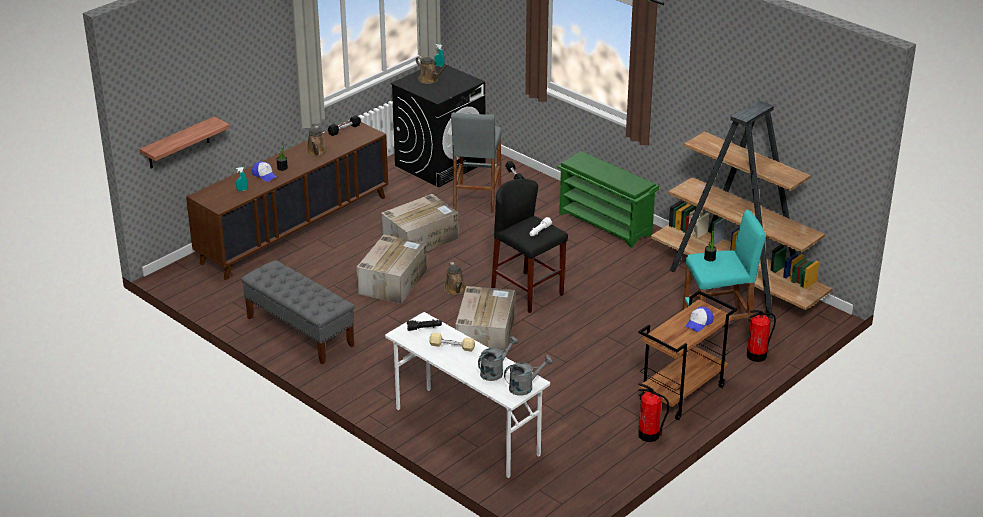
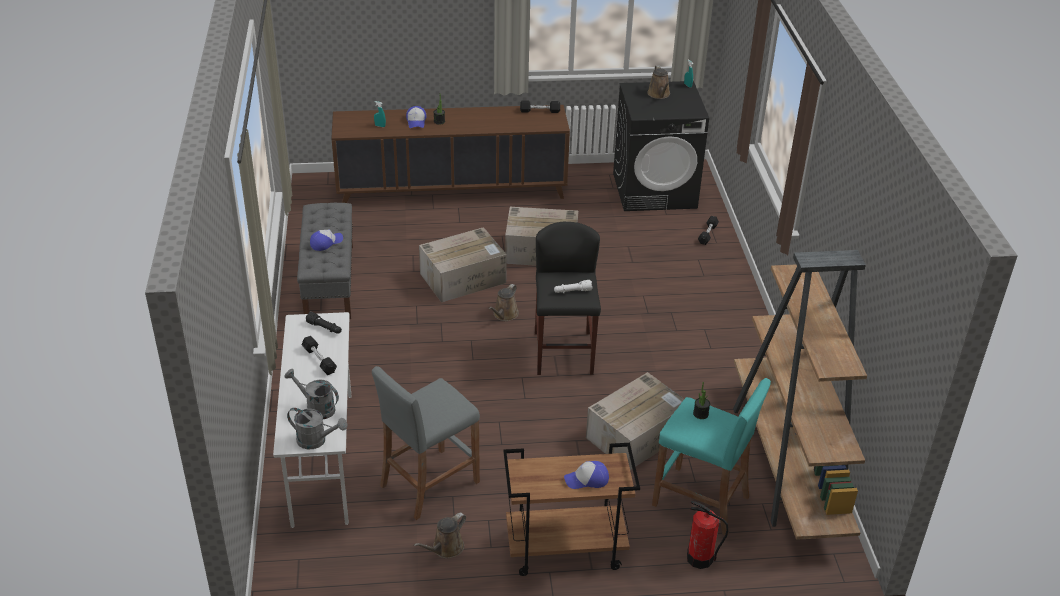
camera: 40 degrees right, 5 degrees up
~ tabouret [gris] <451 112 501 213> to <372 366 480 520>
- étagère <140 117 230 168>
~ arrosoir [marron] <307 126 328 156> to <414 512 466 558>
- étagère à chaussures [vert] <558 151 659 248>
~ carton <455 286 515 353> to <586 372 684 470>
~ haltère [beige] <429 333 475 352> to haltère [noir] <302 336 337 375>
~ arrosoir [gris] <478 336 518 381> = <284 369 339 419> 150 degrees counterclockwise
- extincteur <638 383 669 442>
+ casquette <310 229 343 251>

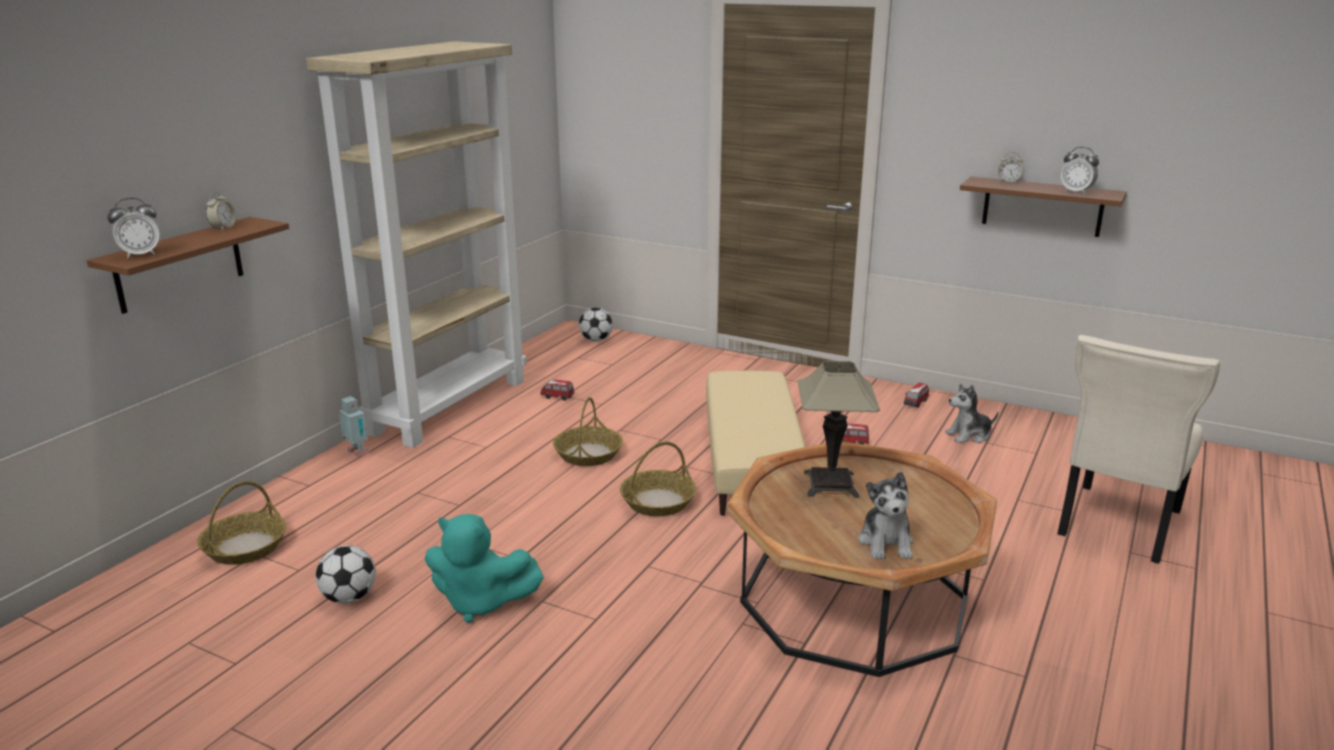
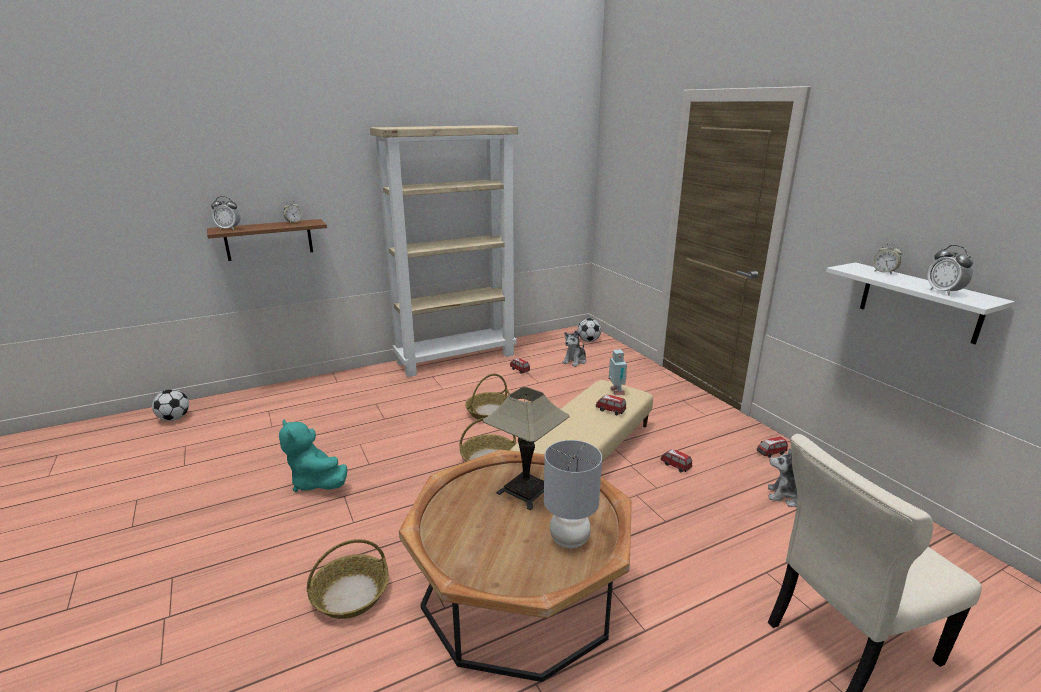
camera: 35 degrees right, 0 degrees up
~ étagère [marron] <960 177 1127 237> to étagère [blanc] <826 262 1015 344>
~ robot jouet <339 396 369 457> to <608 349 627 395>
~ peluche <859 472 913 559> to <562 330 586 367>
~ panier <197 481 286 565> to <307 539 389 619>
~ ballon de foot <316 545 376 604> to <152 389 189 421>
+ petite voiture <596 395 626 415>
+ lampe de table [gris] <544 440 602 548>

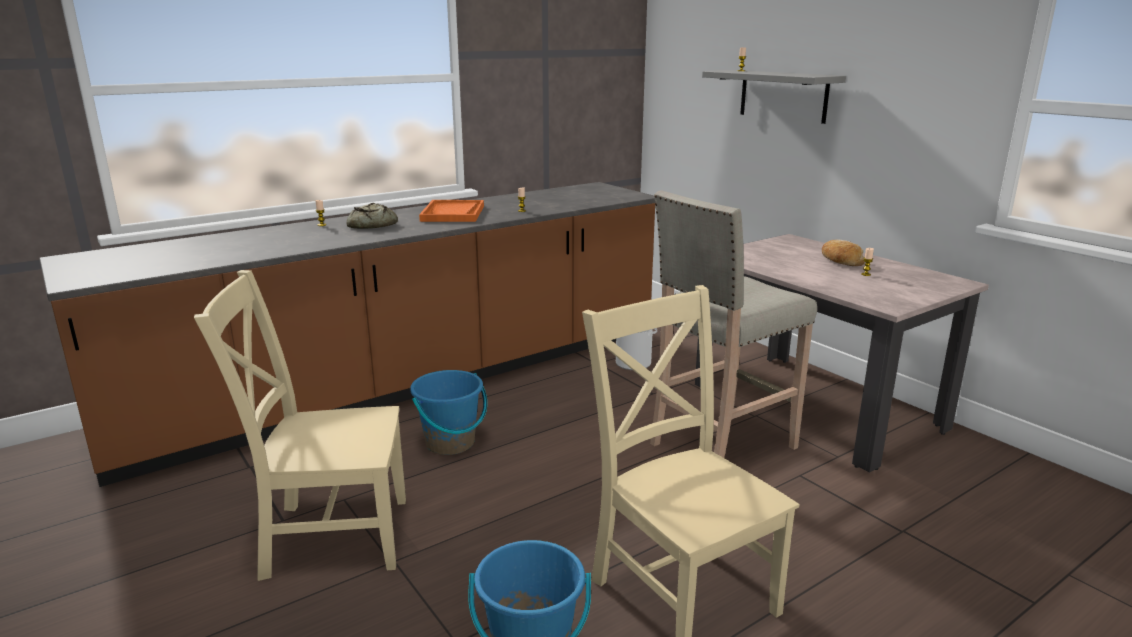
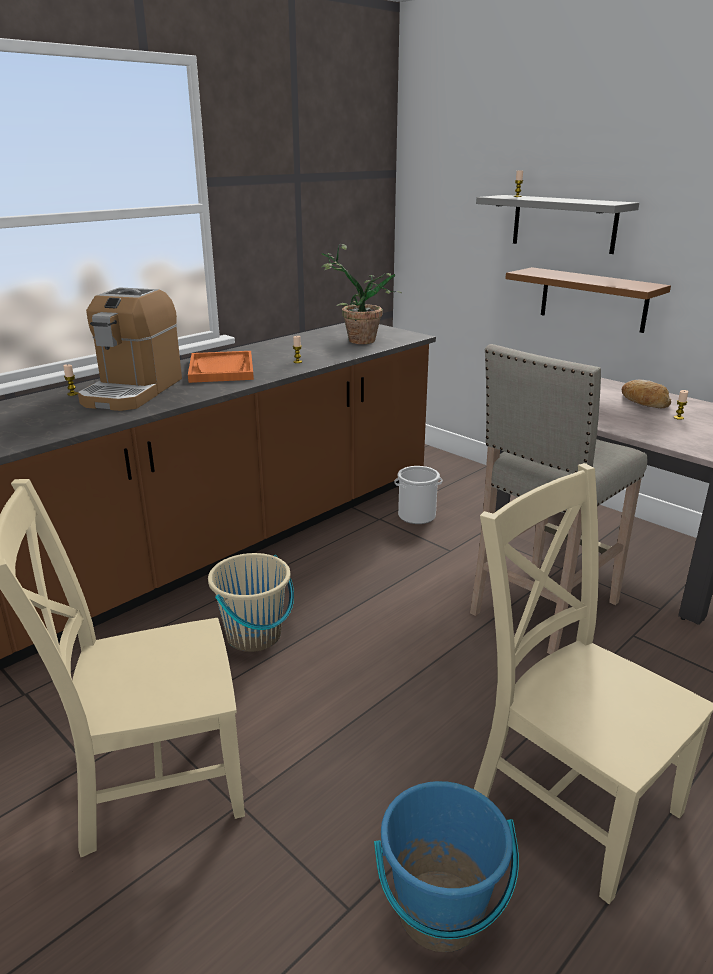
camera: 10 degrees left, 5 degrees up
~ pain <346 203 398 229> to machine à café <78 287 182 411>
~ seau [bleu] <410 370 487 455> to seau [beige] <208 553 294 652>
+ plante en pot <321 244 402 344>
+ étagère [marron] <505 267 671 333>

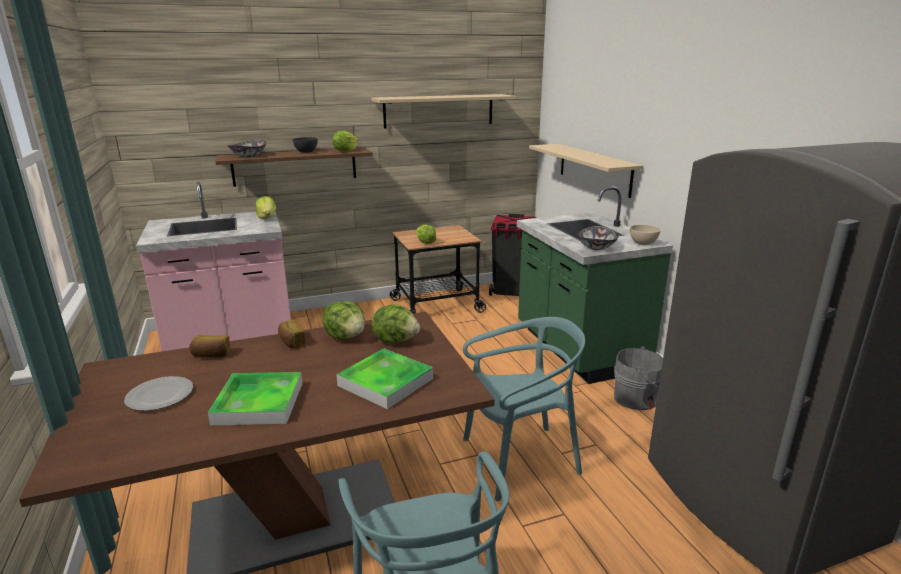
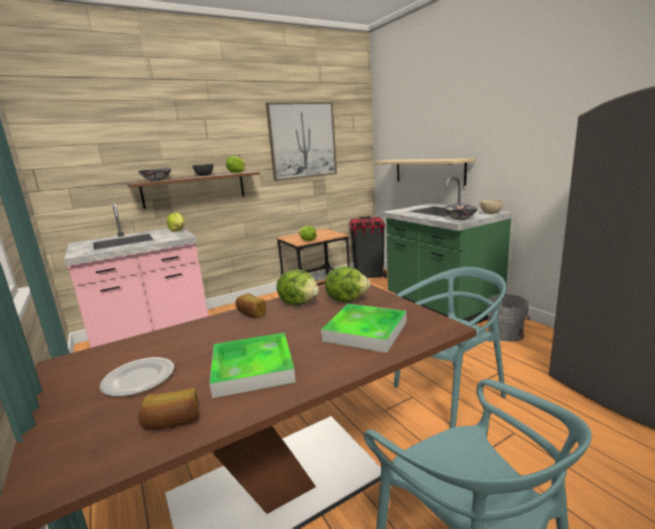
camera: 10 degrees left, 5 degrees down
~ étagère [beige] <371 94 516 129> to tableau <266 102 337 181>
~ pain <189 335 230 358> to <138 388 199 430>

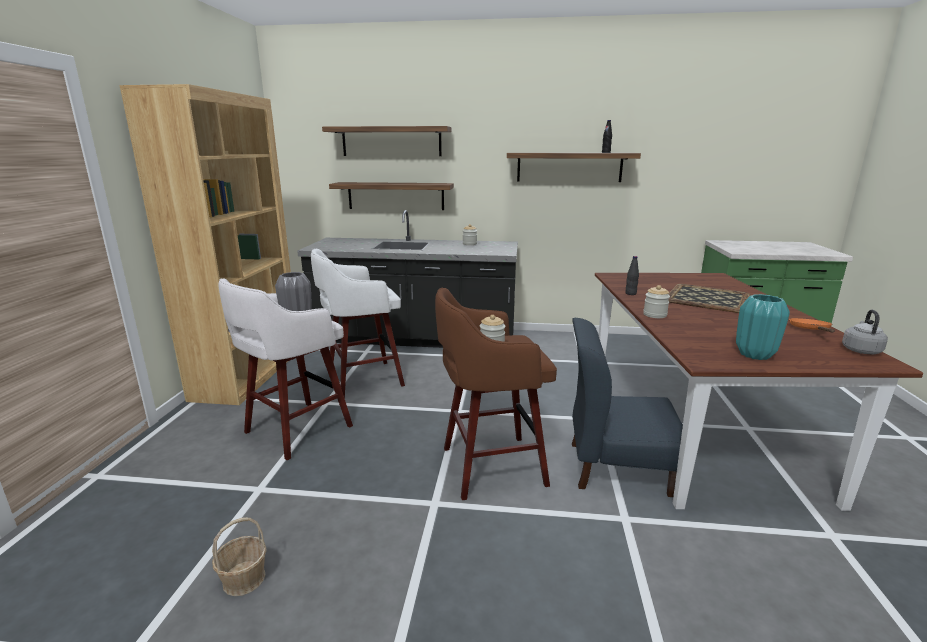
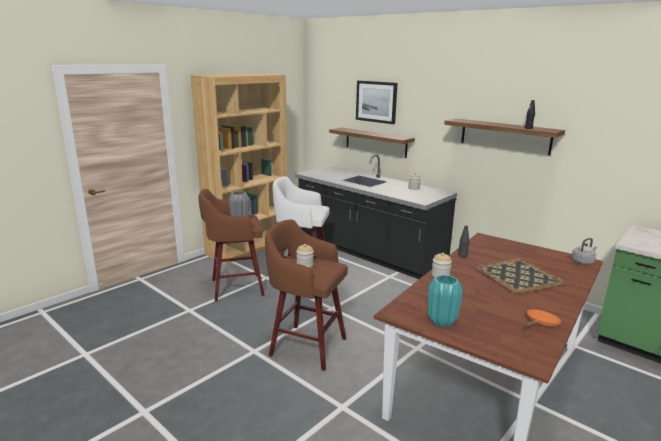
camera: 35 degrees right, 0 degrees up
~ étagère <322 126 451 156> to tableau <356 81 398 124>
~ tabouret [blanc] <218 279 353 460> to tabouret [marron] <198 189 265 301>
~ bouilloire [gris] <842 310 888 354> to <571 238 597 265>
- chaise [bleu] <572 318 683 497>
- panier <212 517 267 596>

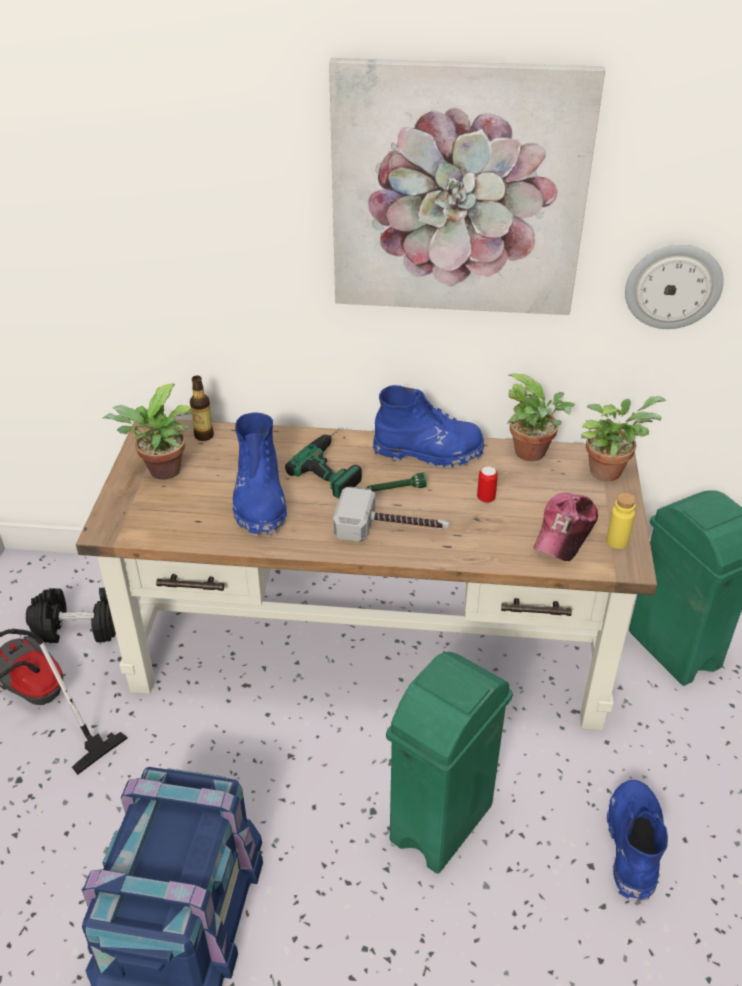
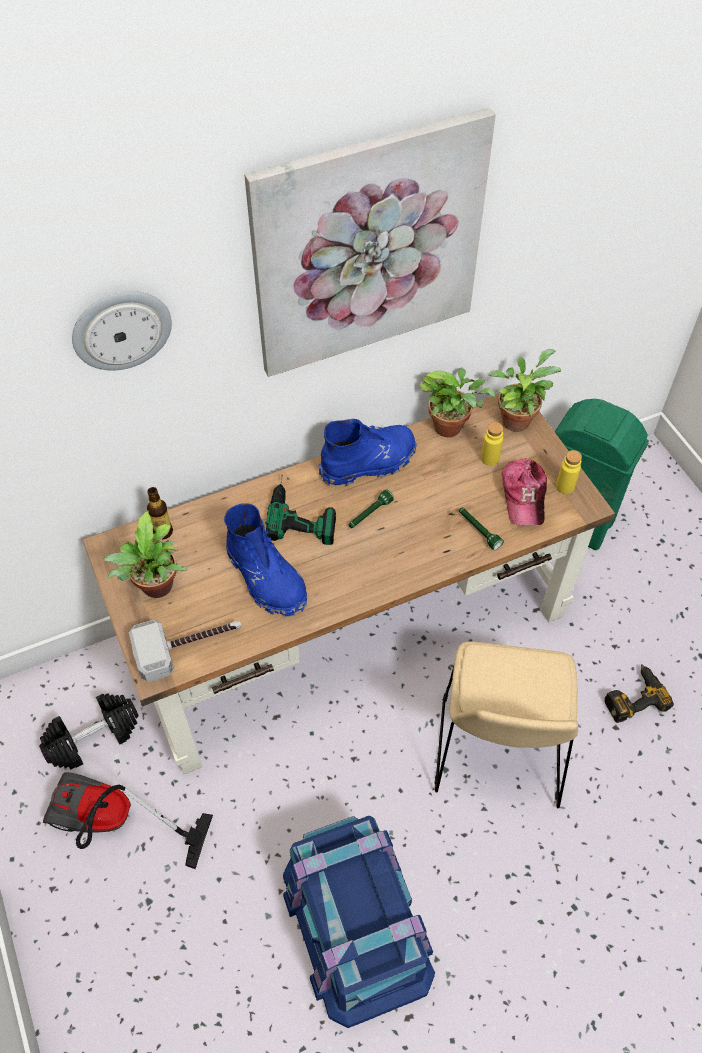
camera: 30 degrees left, 15 degrees up
~ horloge murale <625 245 724 329> to <72 291 172 370>
- boîte métallique <477 466 498 503>
~ marteau <333 487 449 542> to <129 620 241 682>
~ poubelle [vert] <386 652 513 874> to chaise [beige] <435 642 578 808>
~ botte [bleu] <607 780 668 901> to perceuse <604 664 674 723>
+ bouteille [jaune] <481 422 503 466>
+ lampe de poche [vert] <459 507 504 550>

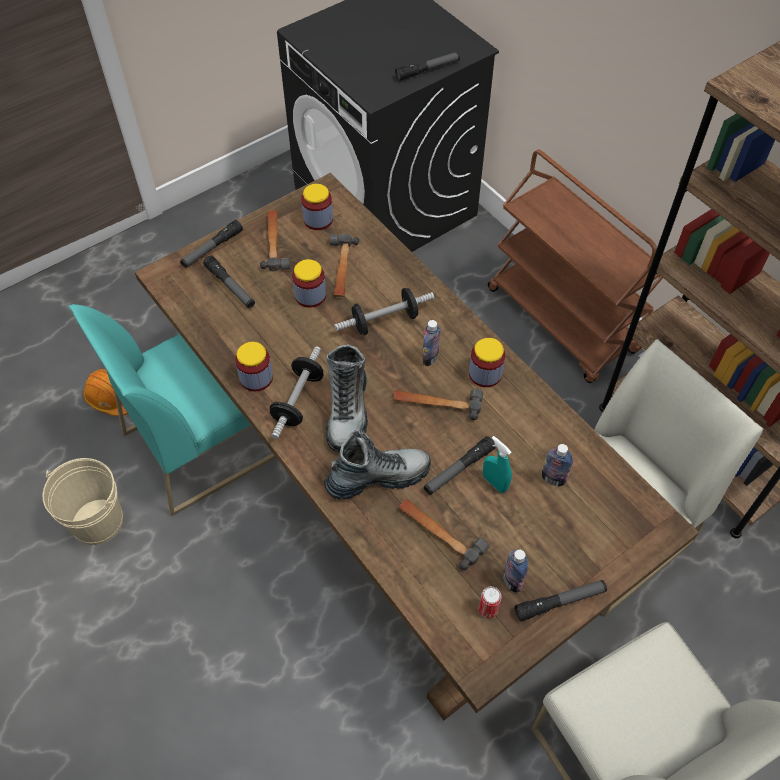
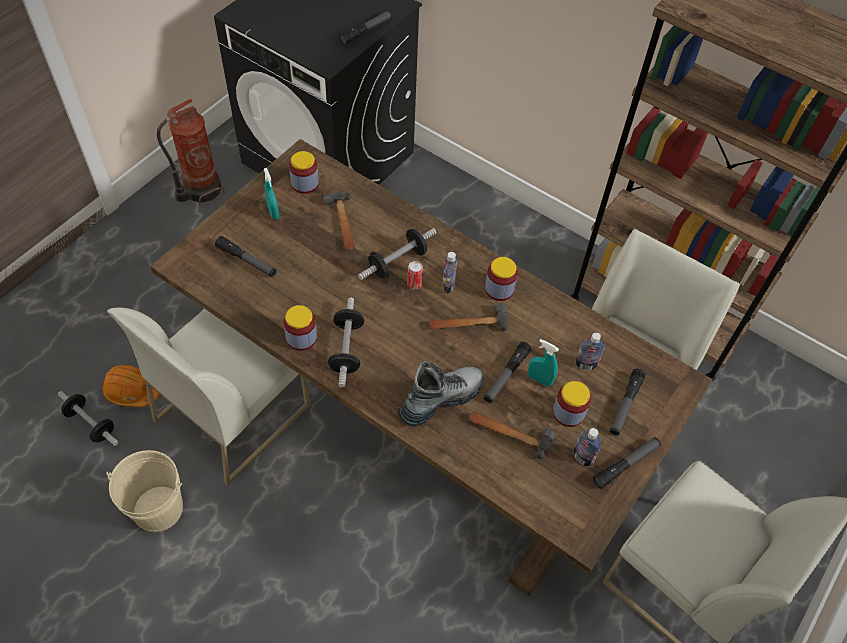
camera: 20 degrees left, 0 degrees up
- chariot [marron] <488 150 663 383>
~ marteau <260 210 291 271> to vaporisateur [turquoise] <264 168 279 220>
~ lampe de poche <180 220 243 268> to <610 369 646 436>
~ bocal <292 259 326 308> to <553 381 591 427>
~ chaise [turquoise] <68 304 276 516> to chaise [blanc] <107 308 310 485>
- botte <326 344 368 452>
~ boîte métallique <479 586 502 618> to <407 261 423 290>
+ extincteur <157 99 225 205>
+ haltère <58 391 119 446>

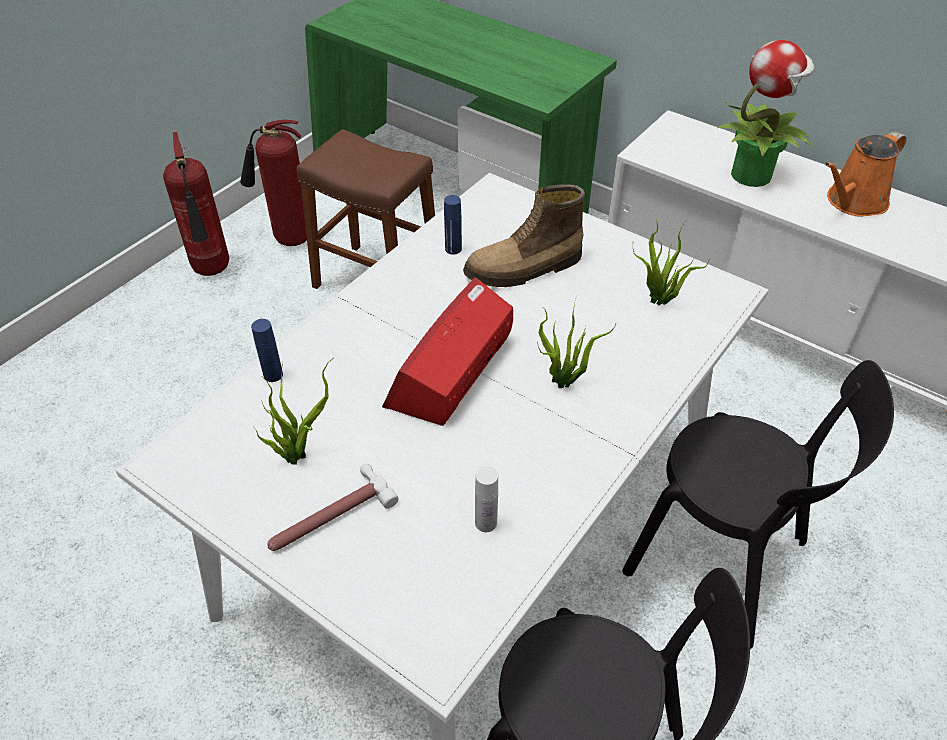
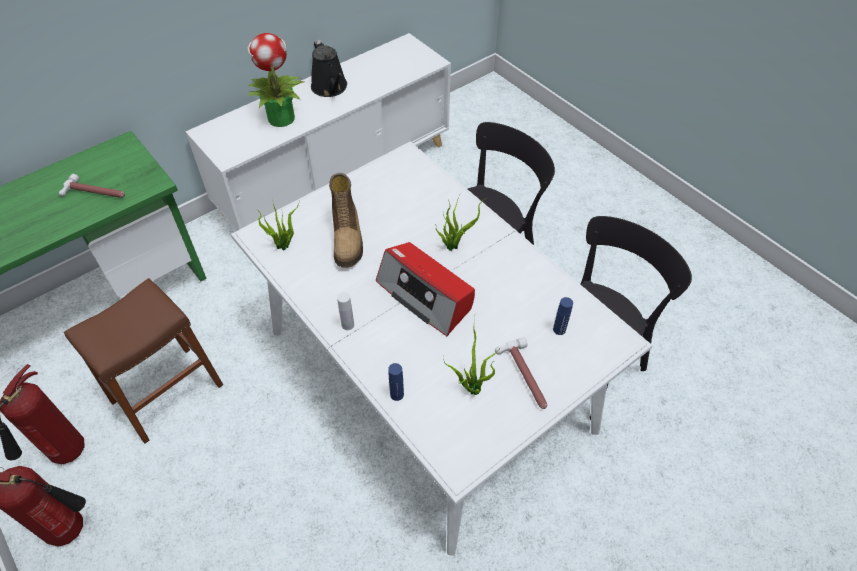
camera: 75 degrees left, 5 degrees up
~ arrosoir [orange] <825 131 906 217> to arrosoir [noir] <311 40 347 97>
~ bouteille [bleu] <444 195 462 255> to <553 297 573 335>
~ plante en pot <633 219 709 305> to <258 203 299 251>
~ bouteille [blanc] <475 466 498 532> to <337 292 354 330>
+ marteau <59 174 125 198>

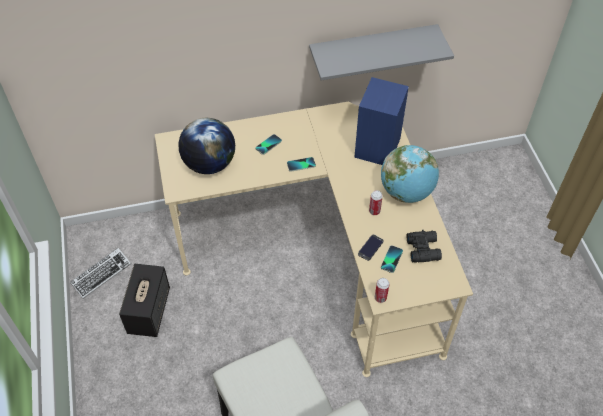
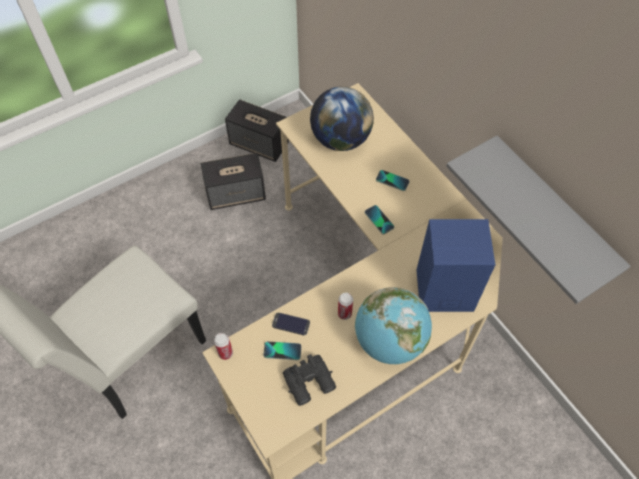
camera: 70 degrees right, 5 degrees up
~ clavier <70 248 131 299> to enceinte <225 99 289 162>

